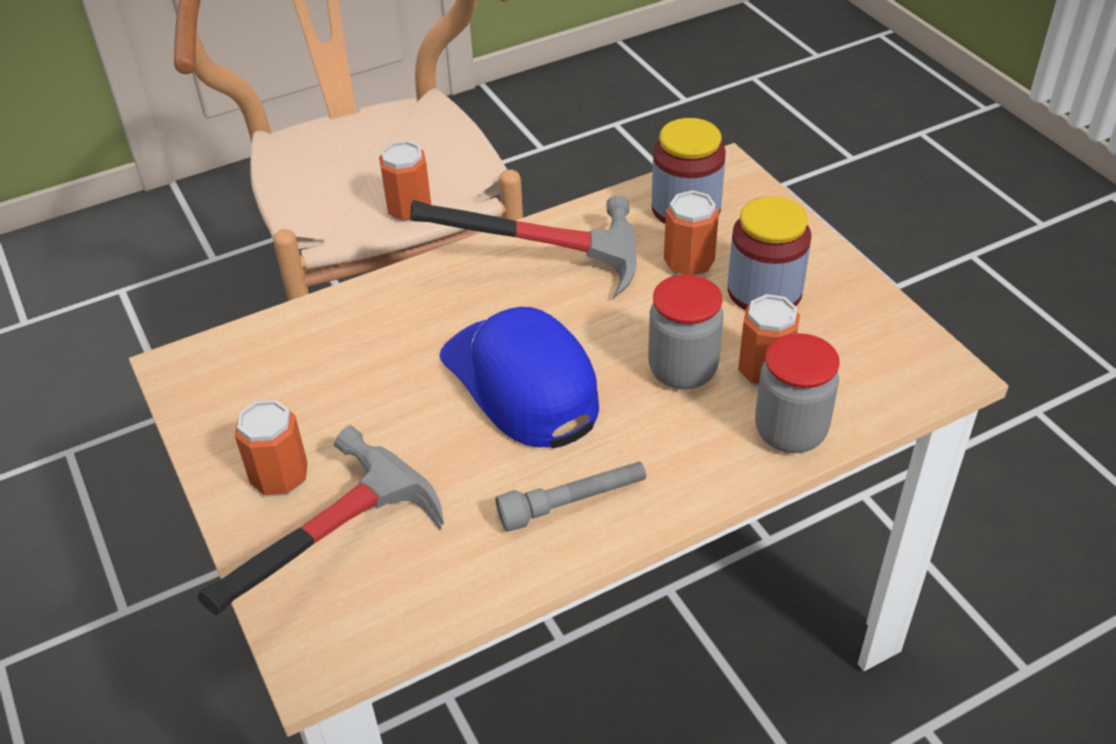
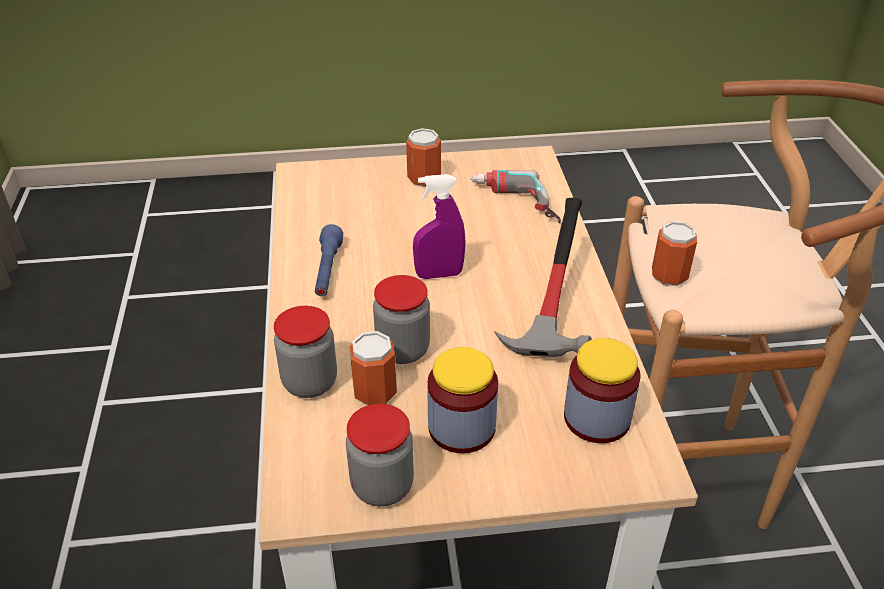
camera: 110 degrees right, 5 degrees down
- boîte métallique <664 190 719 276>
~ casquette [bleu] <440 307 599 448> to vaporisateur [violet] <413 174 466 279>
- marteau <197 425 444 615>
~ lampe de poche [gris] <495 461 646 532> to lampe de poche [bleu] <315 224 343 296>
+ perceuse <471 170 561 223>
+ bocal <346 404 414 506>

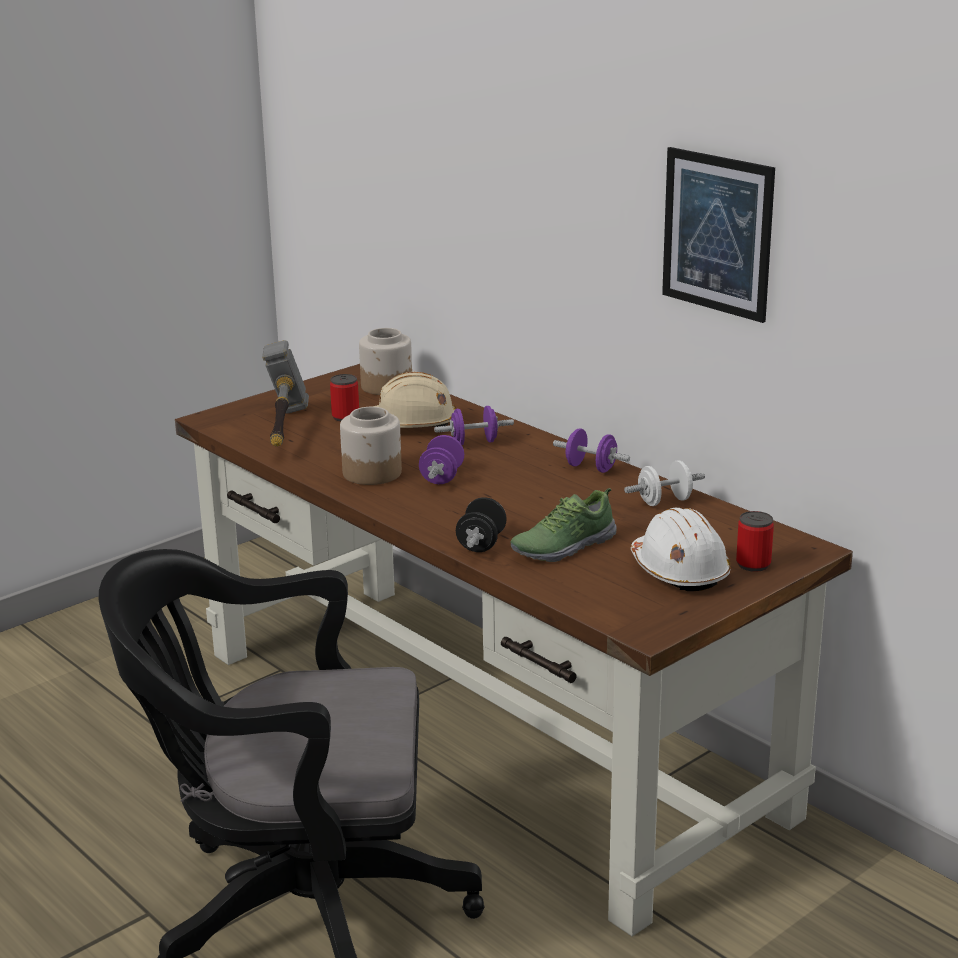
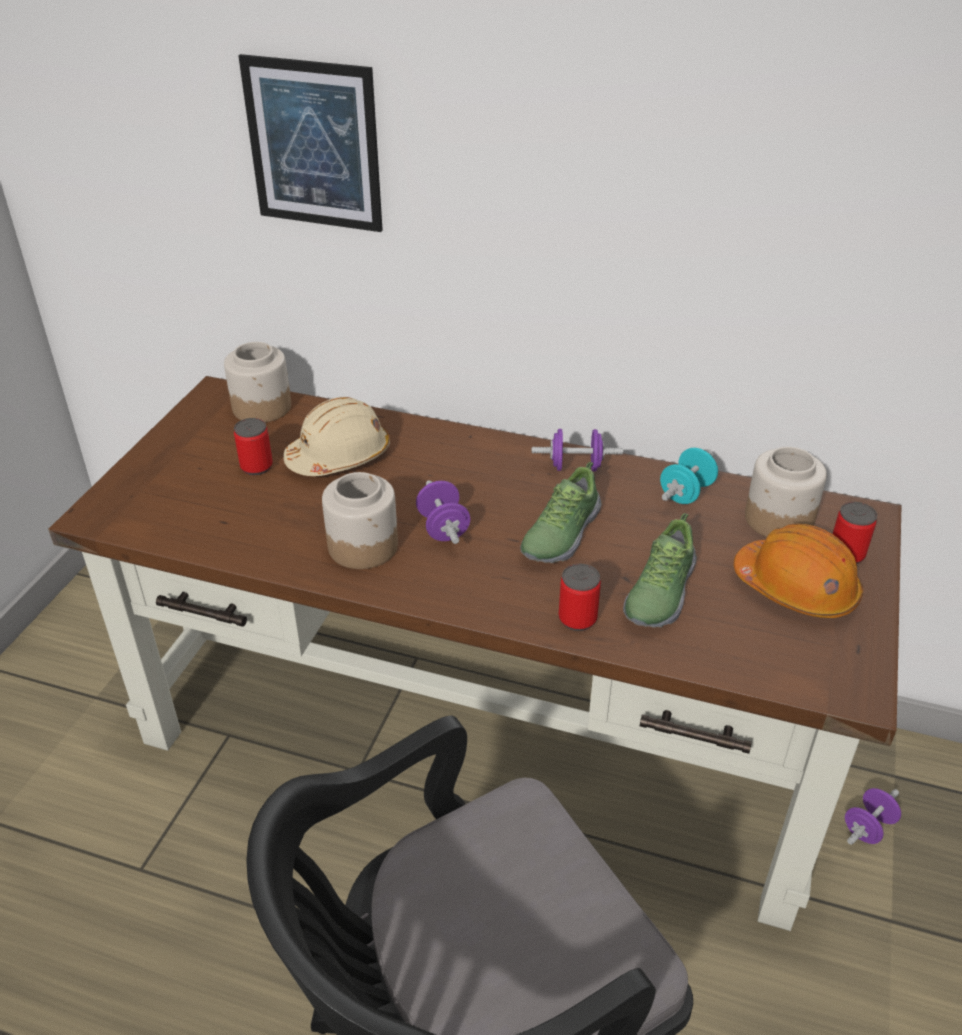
camera: 30 degrees left, 15 degrees up
~ tableau <662 147 775 323> to <238 54 383 232>
- marteau <262 340 309 447>
~ haltère [violet] <434 406 514 445> to <845 788 901 845>
~ haltère [blanc] <624 460 705 506> to haltère [turquoise] <660 448 718 504>
~ haltère [noir] <456 497 507 552> to boîte métallique <559 564 601 631>
~ casque de chantier [blanc] <631 508 731 591> to casque de chantier [orange] <734 524 863 618>
+ bocal <745 447 827 537>
+ chaussure <520 462 601 563>

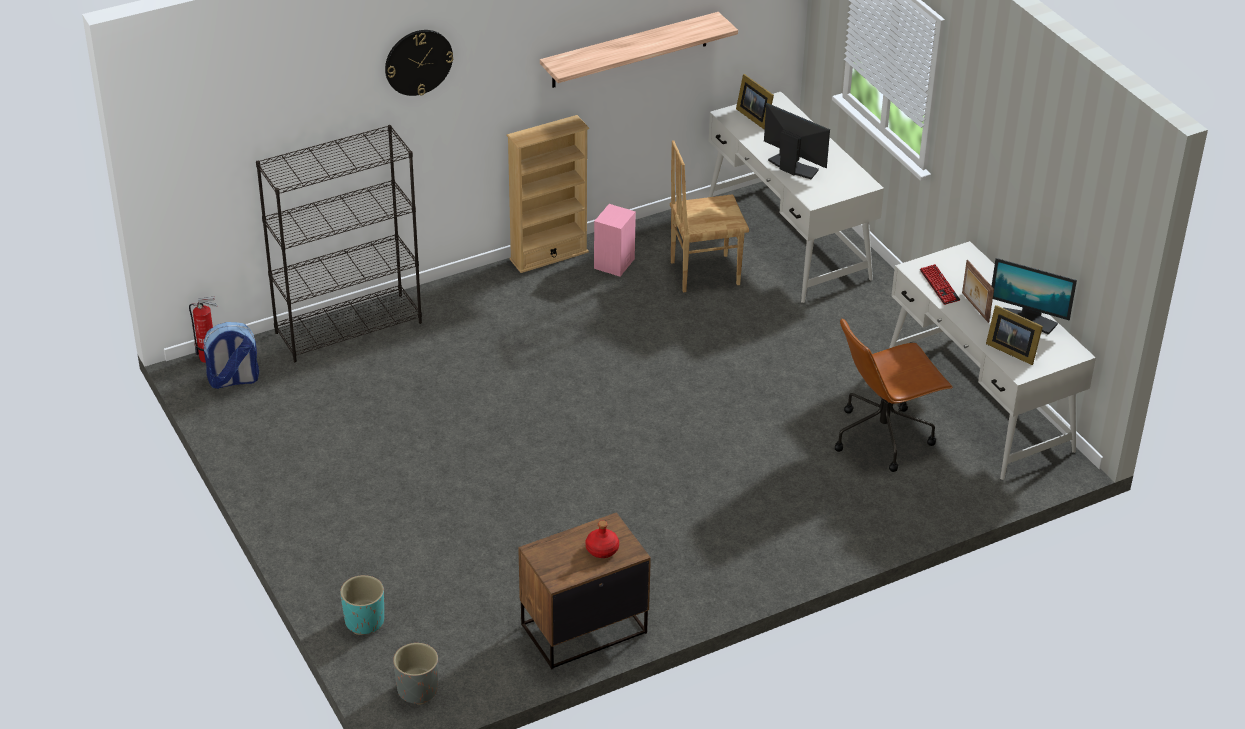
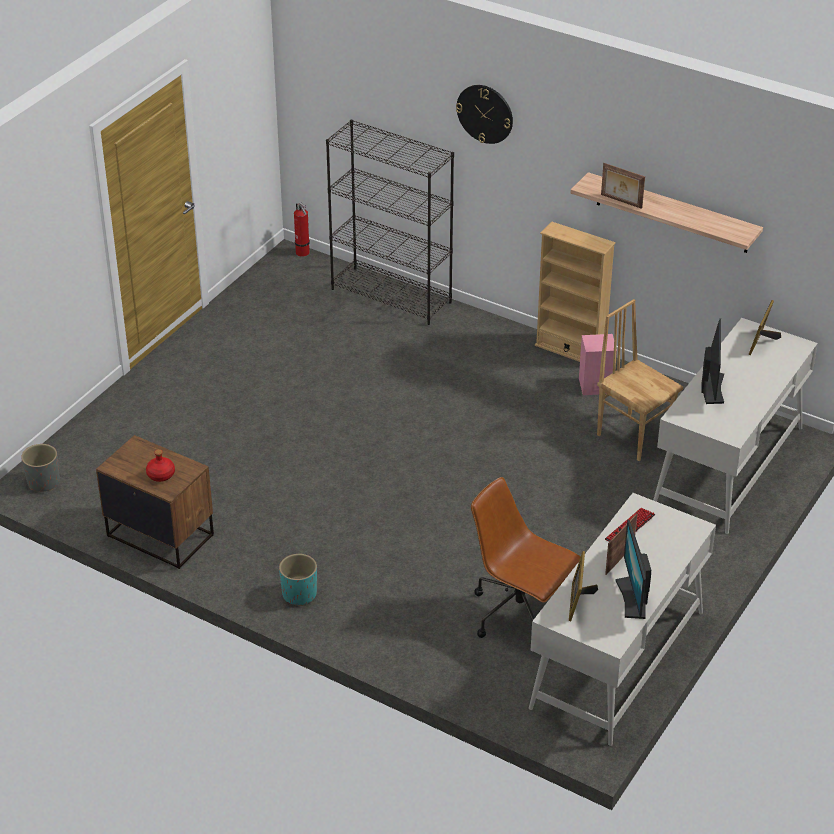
camera: 60 degrees right, 0 degrees up
- sac à dos <202 322 259 389>
~ cache-pot [turquoise] <340 575 384 635> to <279 554 317 606>
+ cadre photo <601 163 645 209>

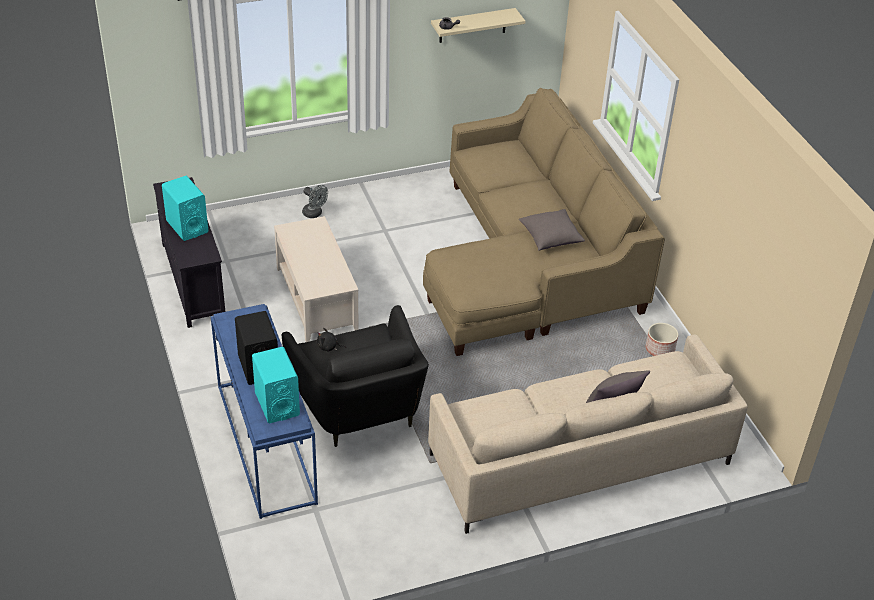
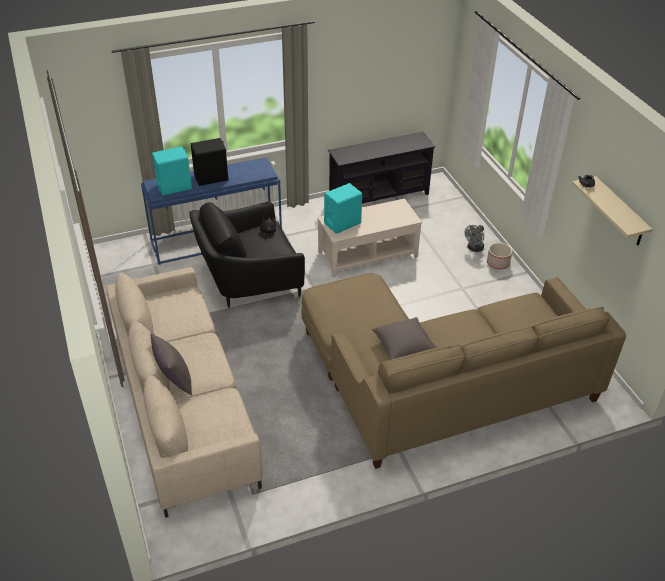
camera: 90 degrees right, 0 degrees up
~ enceinte [turquoise] <162 176 208 241> to <324 183 362 234>
~ cache-pot <646 323 678 356> to <487 243 512 270>

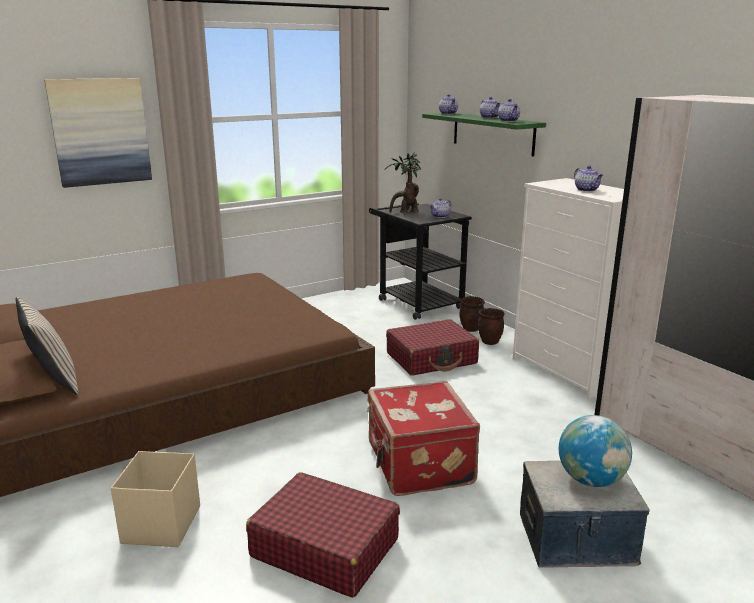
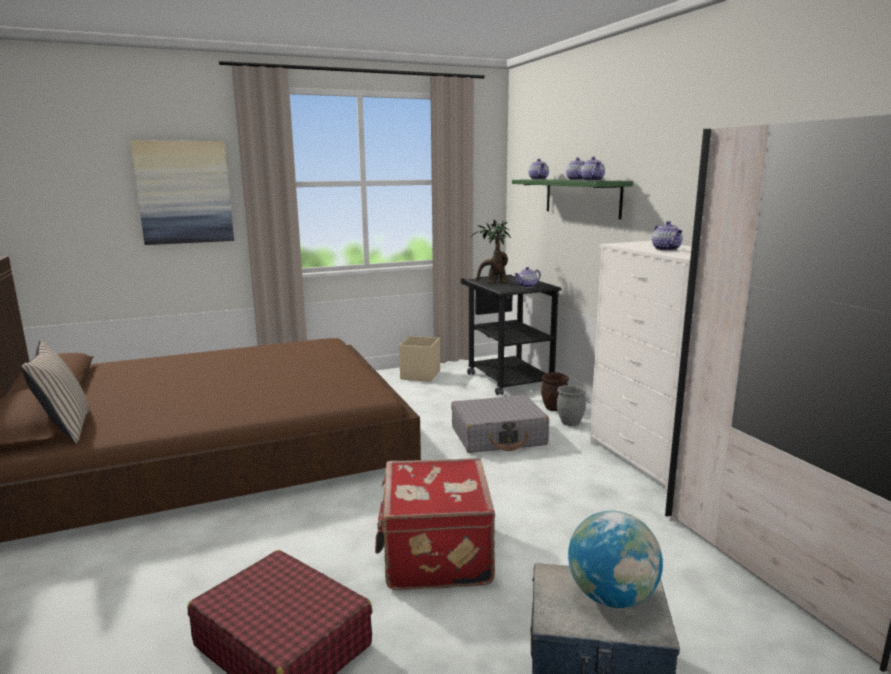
camera: 10 degrees right, 5 degrees down
~ cache-pot [marron] <478 308 504 345> to cache-pot [gris] <557 385 586 426>
~ valise [rouge] <386 319 479 376> to valise [gris] <451 395 549 453>
~ boîte de rangement [beige] <111 451 200 547> to <399 336 440 382>

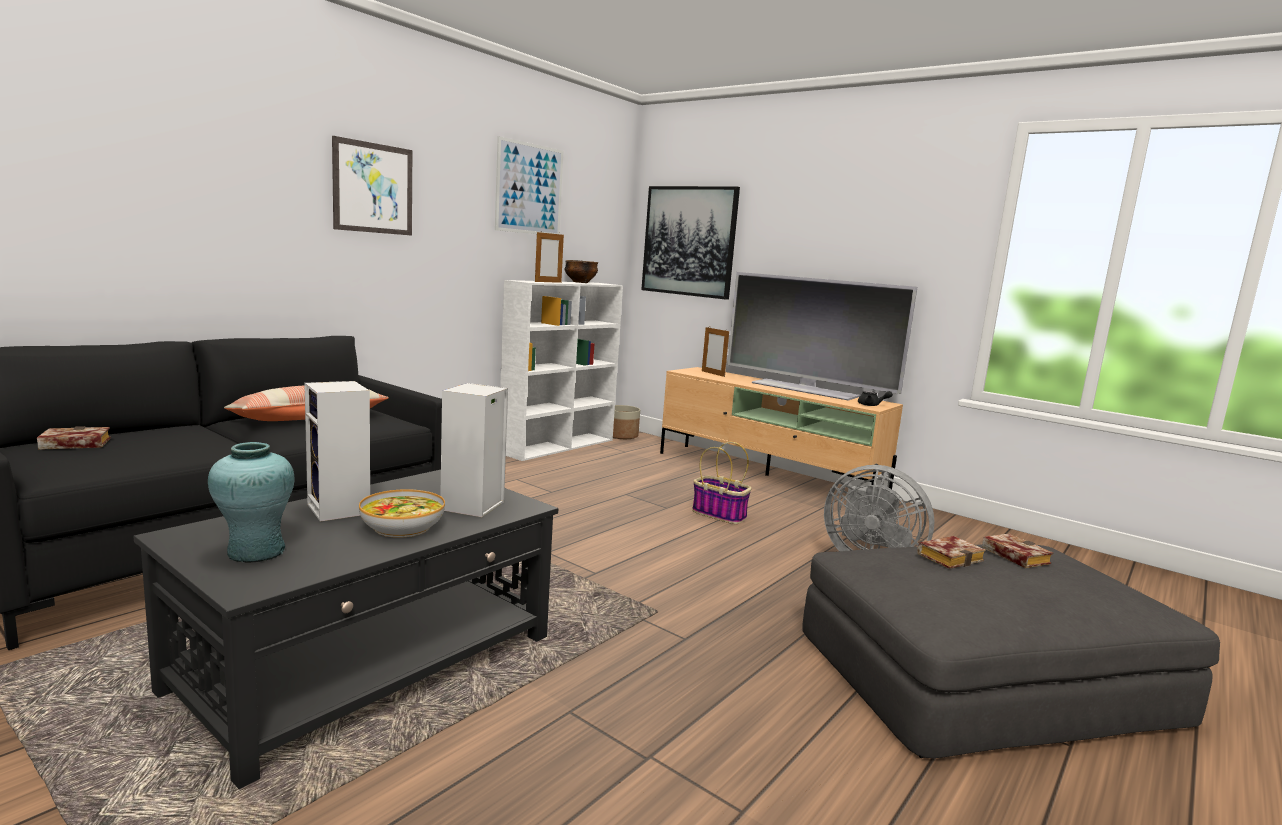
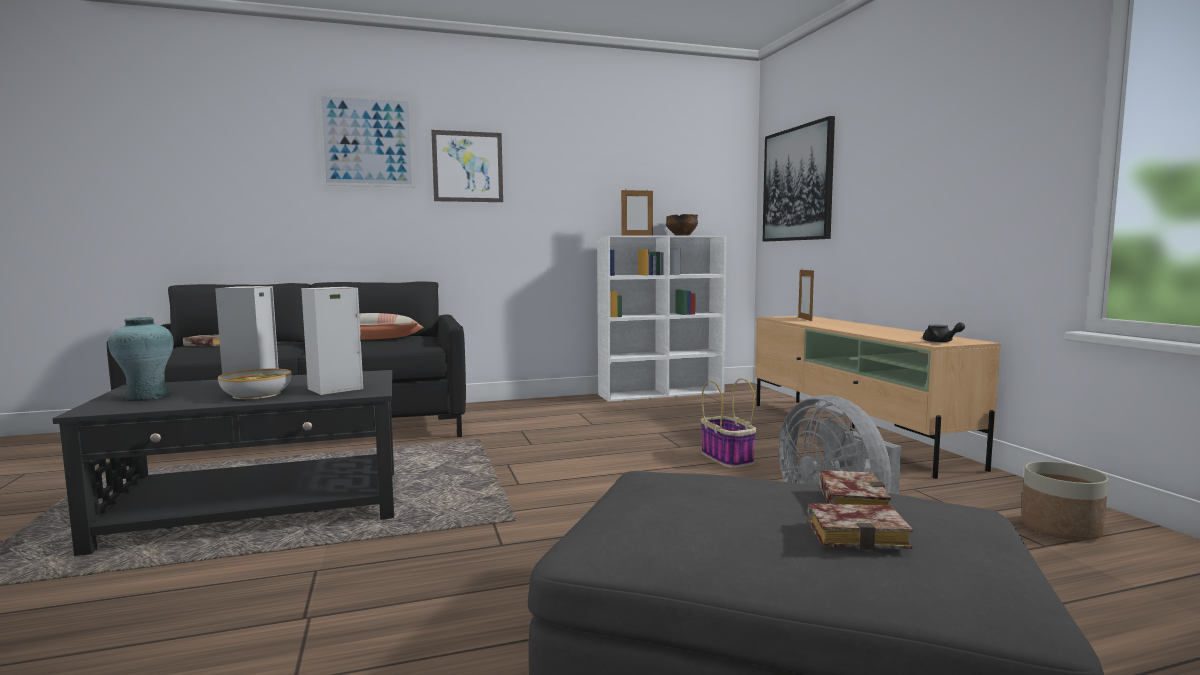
camera: 35 degrees right, 5 degrees down
~ tableau <495 136 563 234> to <318 93 415 188>
- téléviseur <727 272 917 401>
~ cache-pot <613 405 640 439> to <1021 461 1108 540>
~ livre <917 536 986 569> to <807 503 913 550>

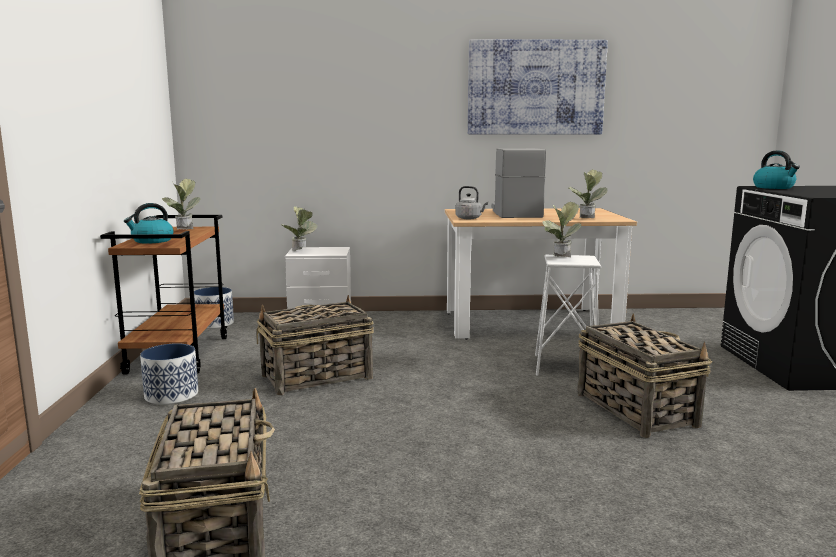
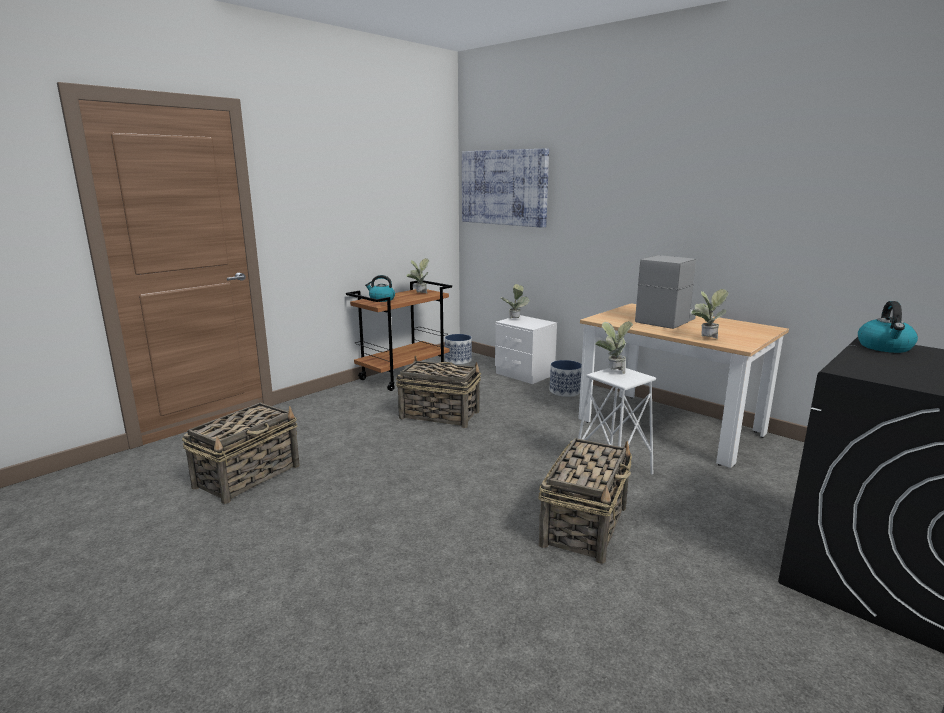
camera: 45 degrees right, 5 degrees up
~ tableau <468 39 608 134> to <462 149 549 228>
- bouilloire [gris] <455 186 488 219>
~ cache-pot <140 343 198 405> to <550 360 582 397>

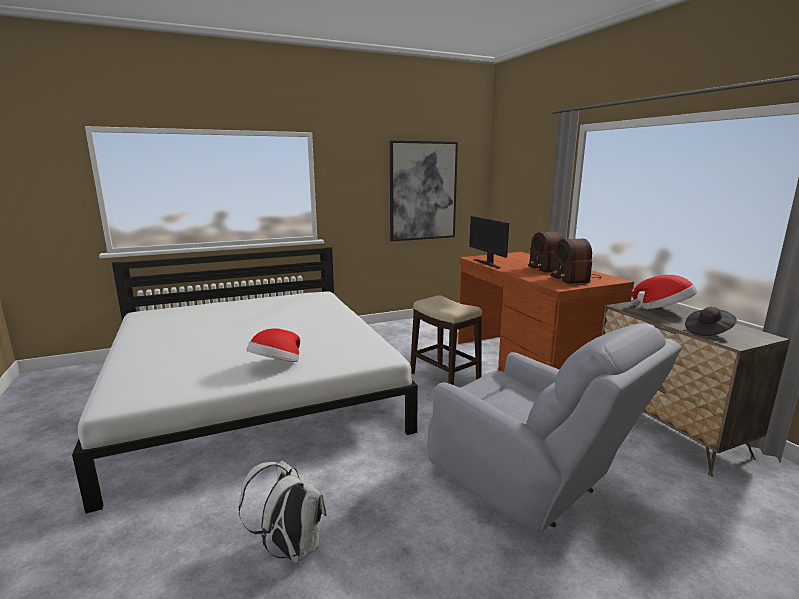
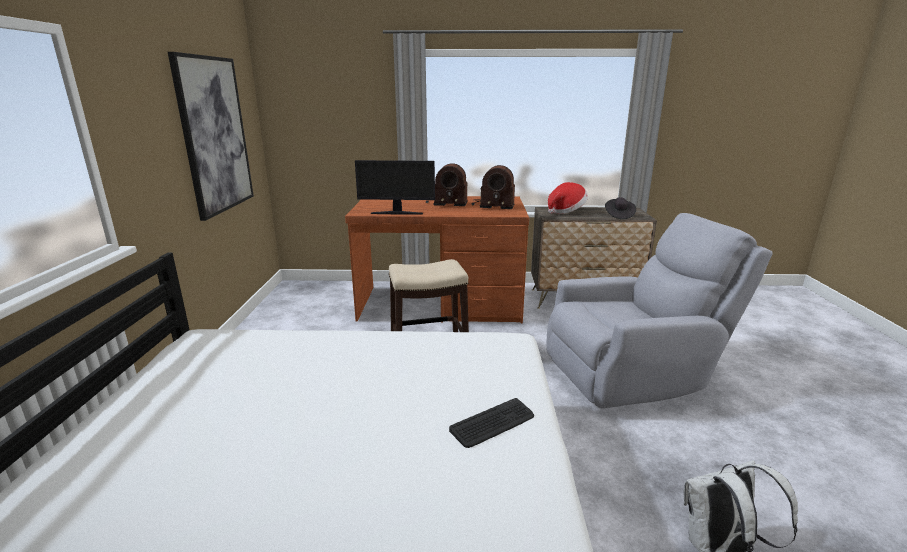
camera: 65 degrees left, 5 degrees up
~ chapeau <247 329 300 362> to clavier <449 398 534 448>

